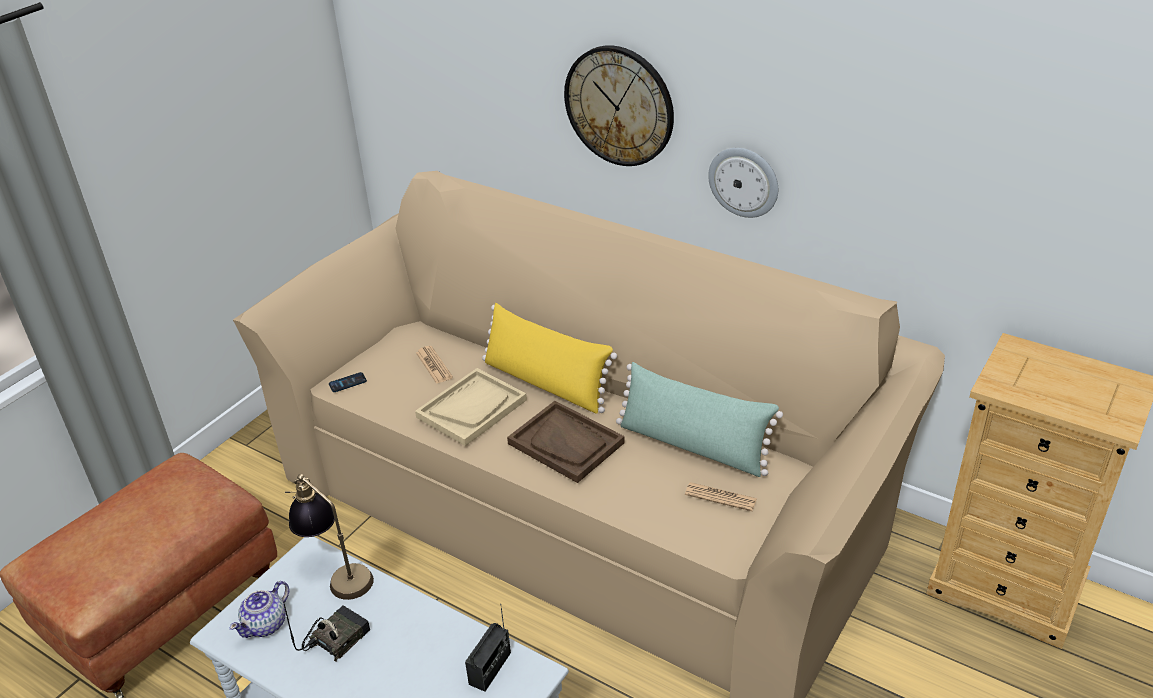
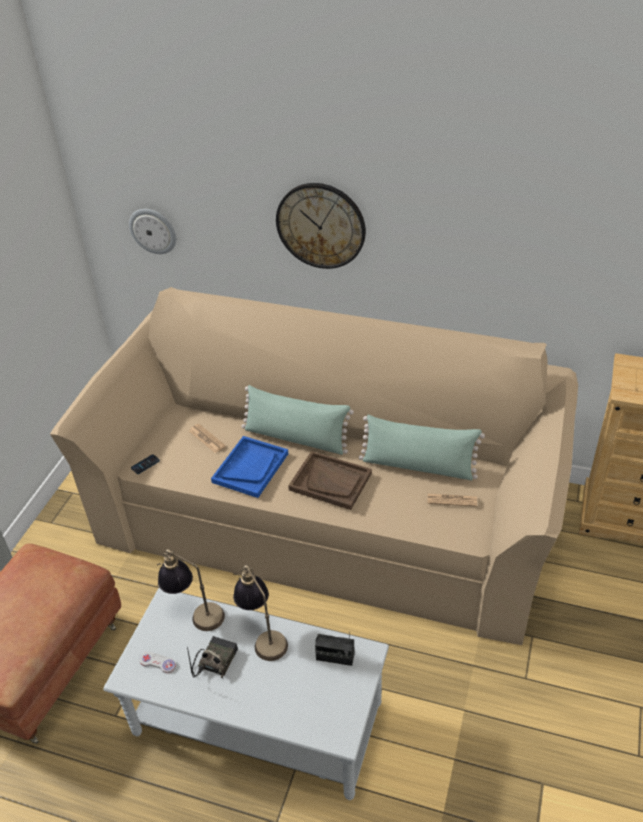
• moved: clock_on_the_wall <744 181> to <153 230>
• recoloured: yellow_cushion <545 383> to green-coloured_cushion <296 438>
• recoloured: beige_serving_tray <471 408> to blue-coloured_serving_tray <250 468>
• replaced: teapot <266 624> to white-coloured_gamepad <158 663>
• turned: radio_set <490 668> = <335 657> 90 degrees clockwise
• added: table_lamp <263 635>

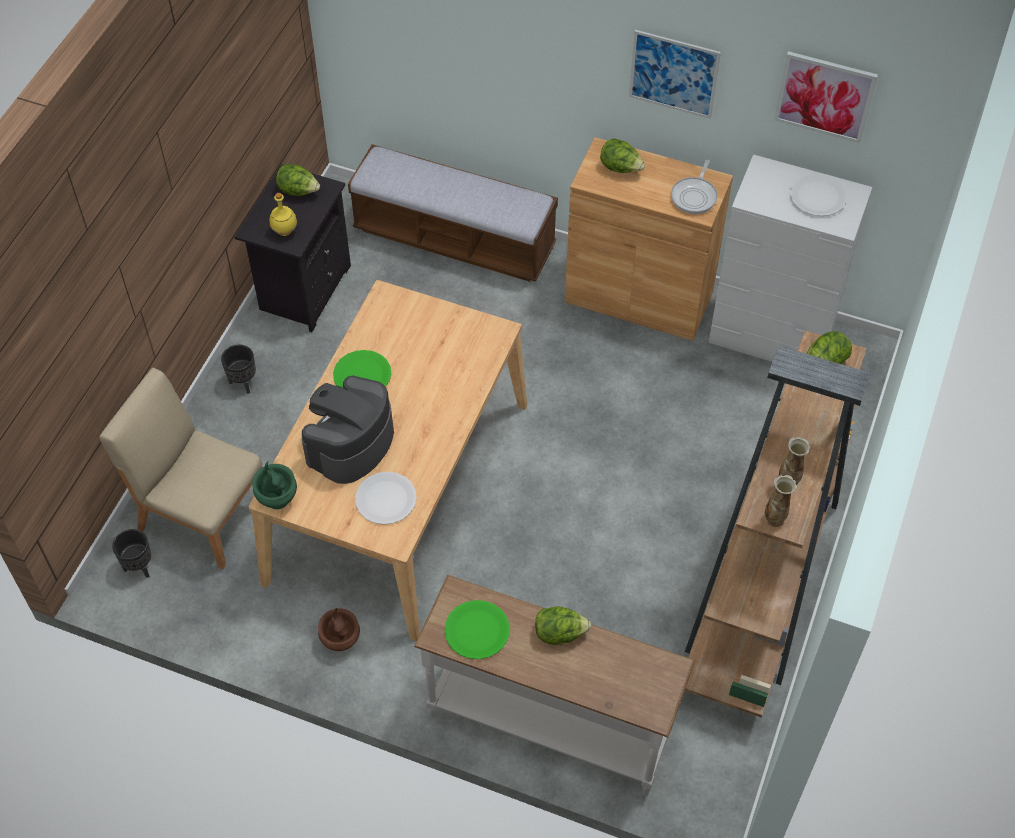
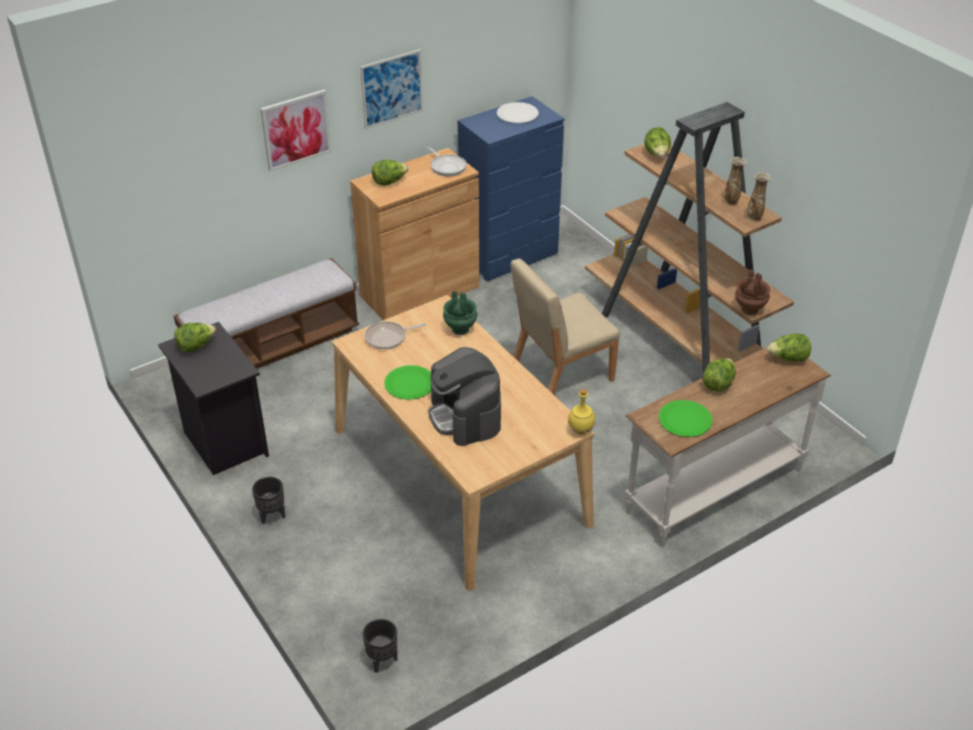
• moved: wall_art <825 96> to <296 130>
• recoloured: white-coloured_drawer_chest <771 335> to blue-coloured_drawer_chest <509 256>
• moved: yellow_drink_bottle <284 231> to <580 431>
• moved: beige_plain_chair <202 514> to <560 373>
• moved: green-coloured_vase <277 499> to <460 329>
• removed: white-coloured_plate <385 499>
• moved: brown-coloured_vase <340 641> to <749 309>
• added: pan <388 338>
• added: lettuce_head <788 359>

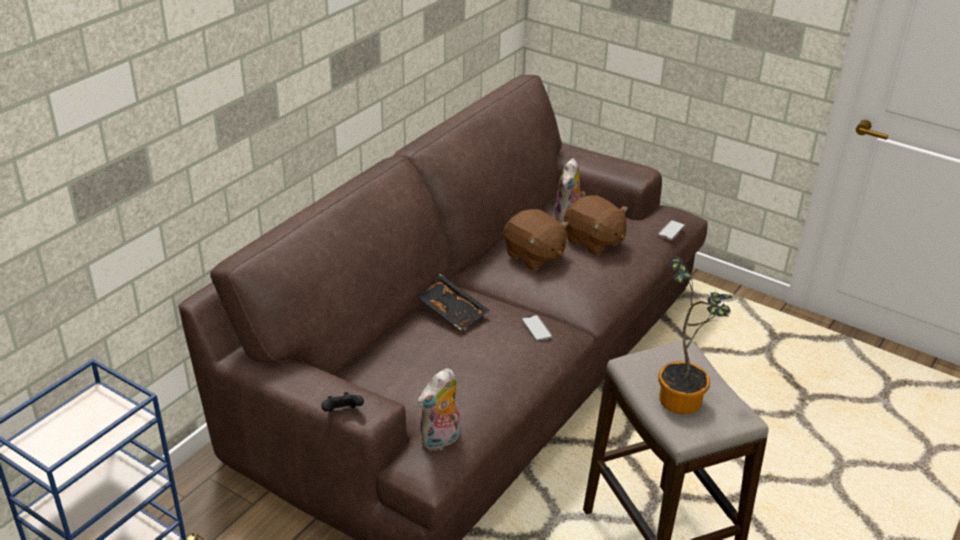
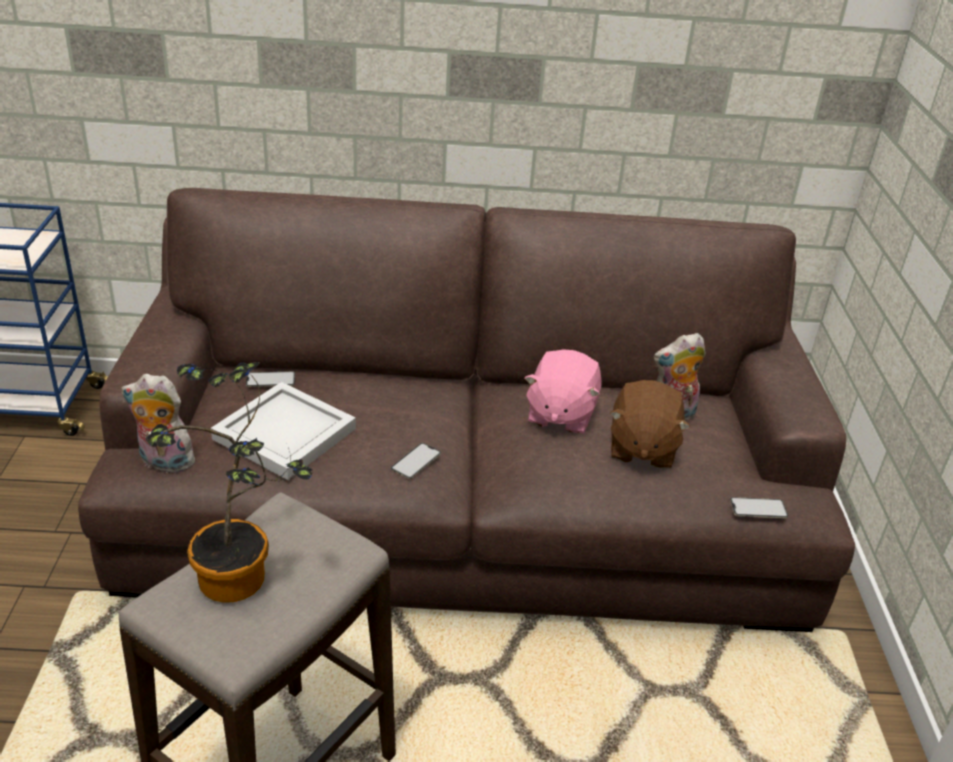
• recoloured: brown-coloured_plush_toy <534 256> to pink-coloured_plush_toy <560 414>
• removed: blackish_serving_tray <451 309>
• removed: blackish_gamepad <342 412>
• added: phone <270 379>
• added: white-coloured_serving_tray <282 434>

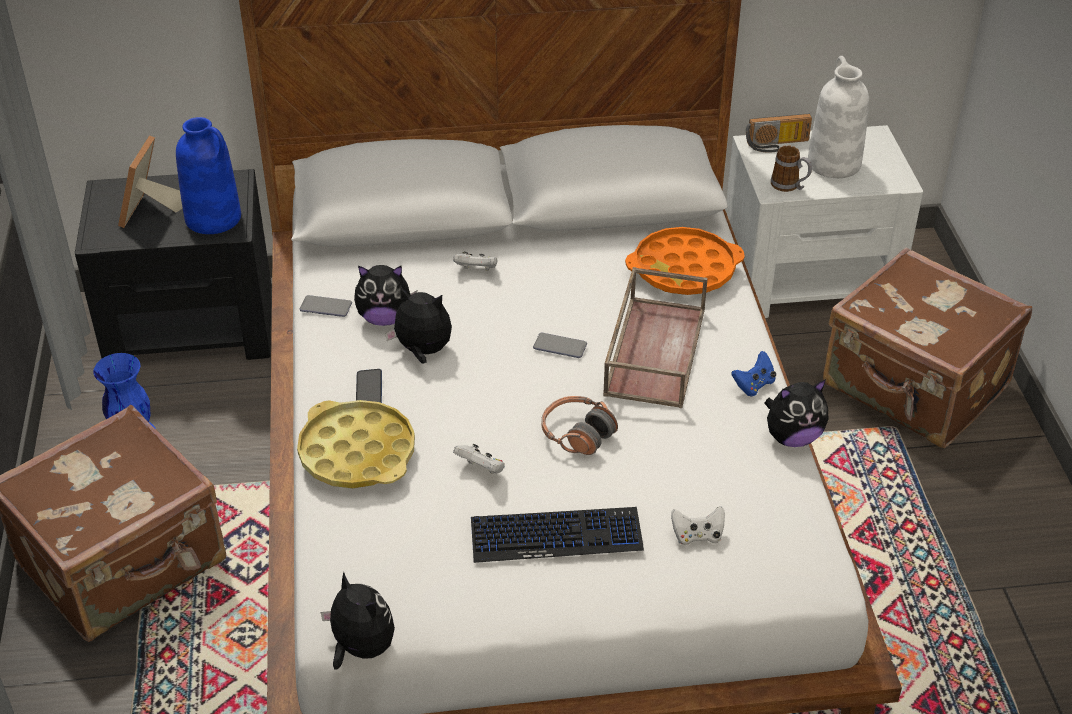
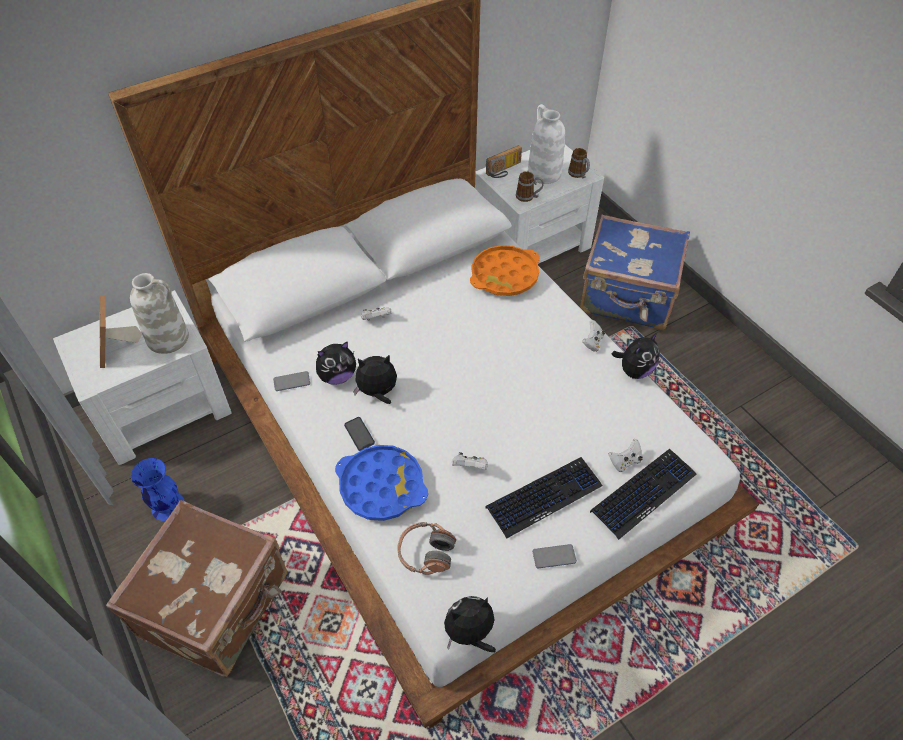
• recoloured: blue-coloured_vase <214 218> to white-coloured_vase <169 338>
• recoloured: blackish_nightstand <192 325> to white-coloured_nightstand <163 408>
• recoloured: brown-coloured_suitcase <914 388> to blue-coloured_suitcase <627 297>
• removed: brown-coloured_serving_tray <653 350>
• moved: phone <560 346> to <554 556>
• recoloured: blue-coloured_gamepad <754 385> to white-coloured_gamepad <592 342>
• moved: headset <577 434> to <426 553>
• recoloured: yellow_serving_tray <357 453> to blue-coloured_serving_tray <382 486>
• turned: plush_toy <360 648> = <470 633> 45 degrees counterclockwise
• added: coffee_mug <579 175>
• added: PC_keyboard <643 493>

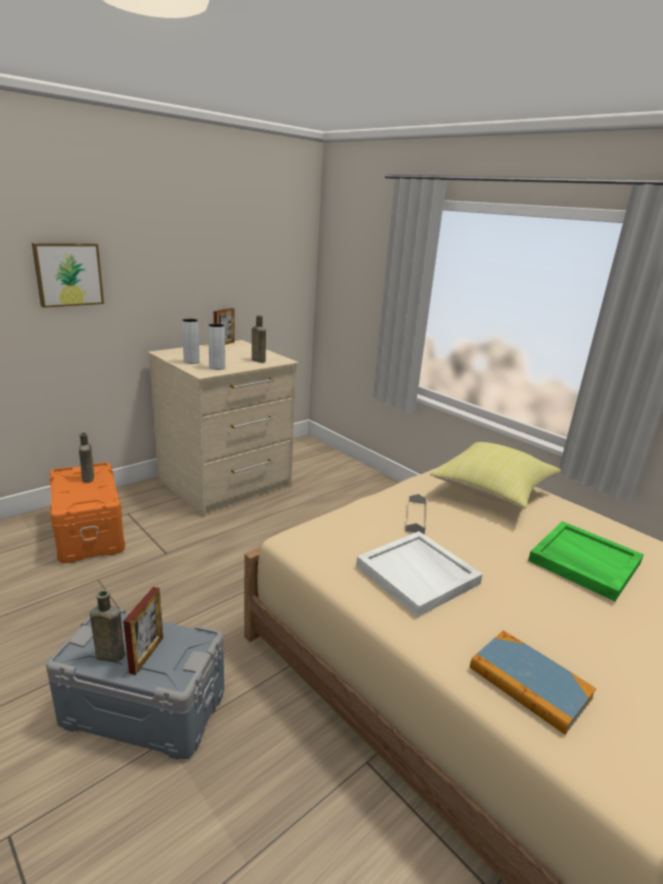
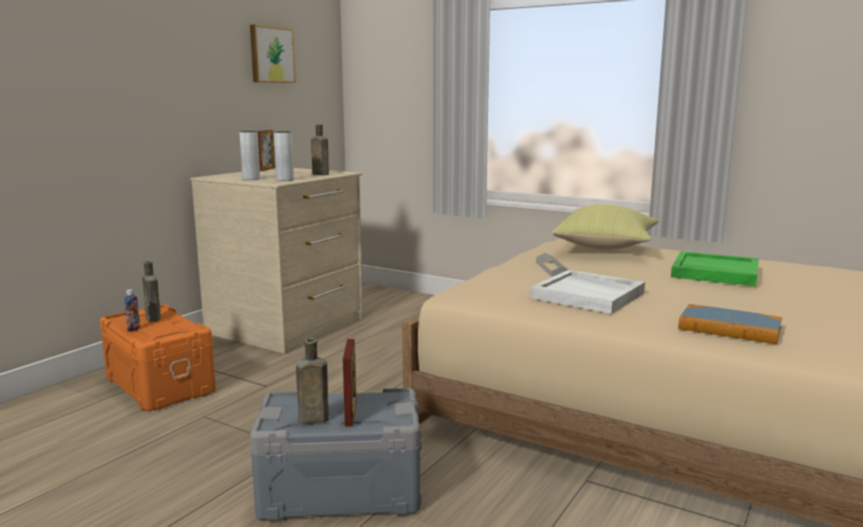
• moved: wall_art <68 274> to <271 55>
• added: drink_bottle <134 329>

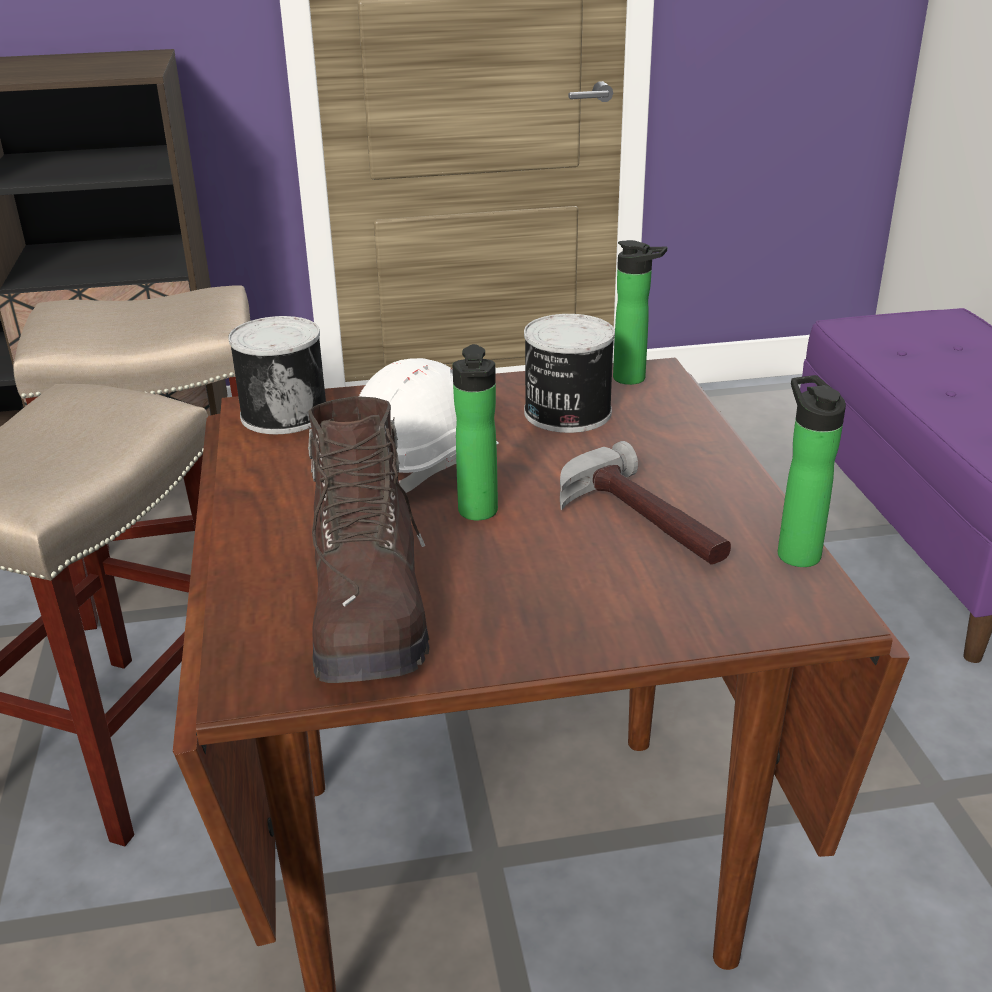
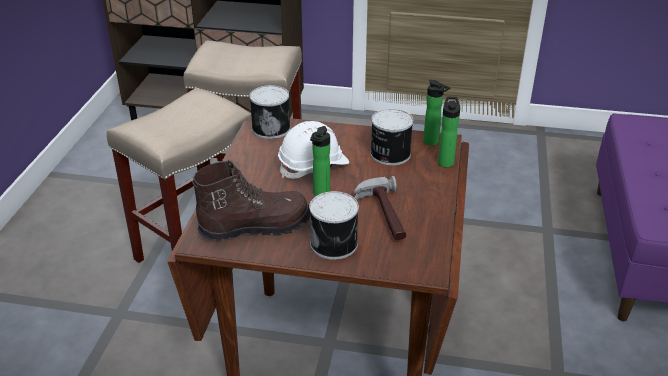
• moved: drink_bottle <795 552> to <445 161>
• turned: brown-coloured_tall_boot <369 612> = <255 226> 120 degrees counterclockwise
• added: can <335 243>

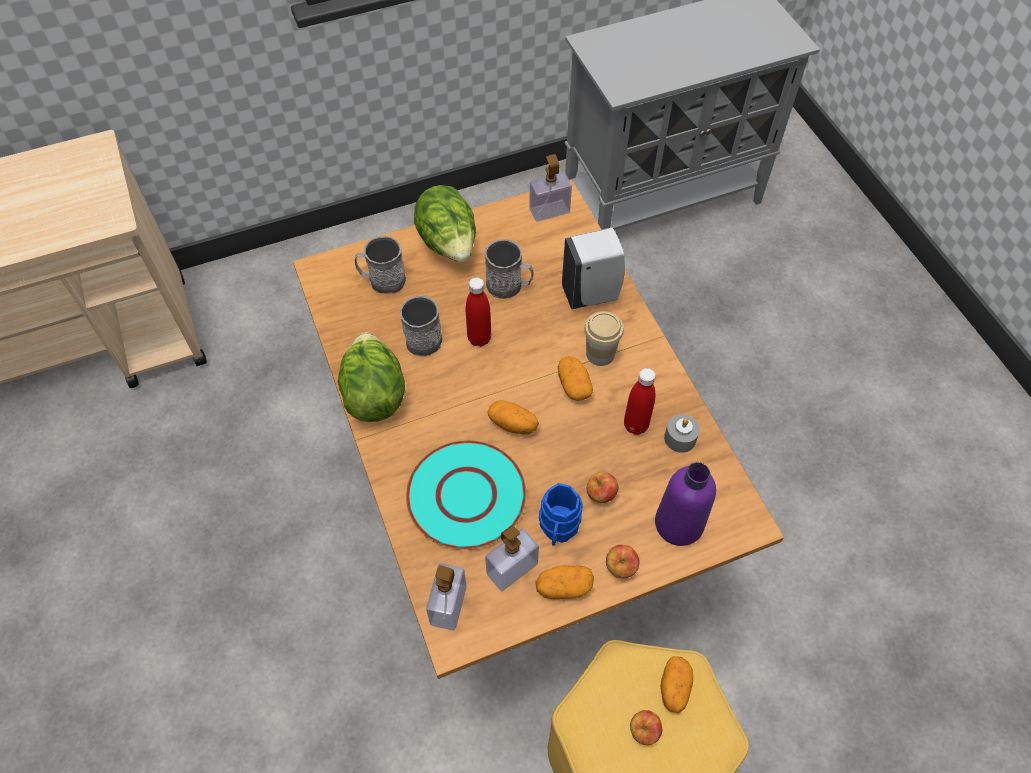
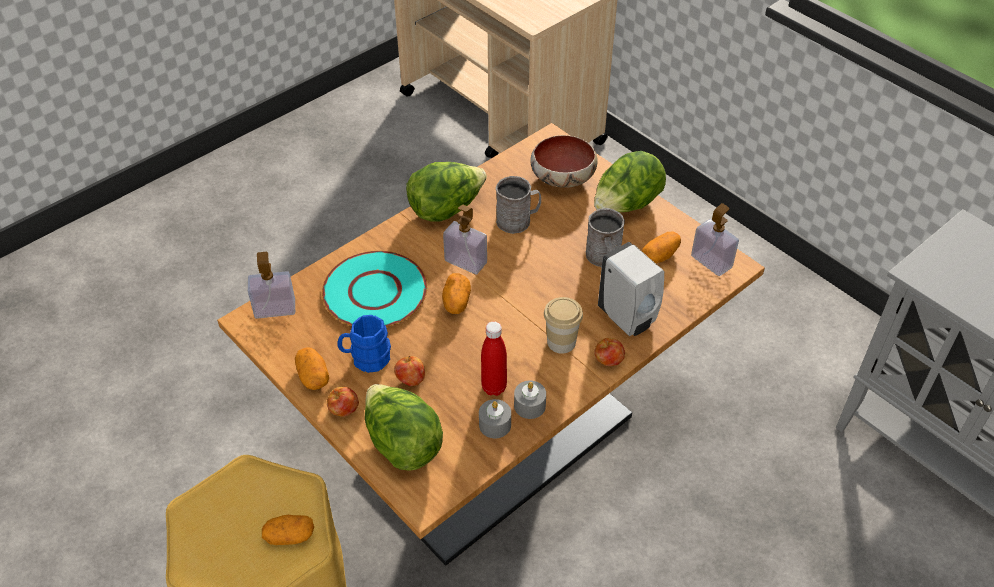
• replaced: grey_coffee_mug <382 280> to bowl <561 178>
• removed: red-coloured_drink_bottle <479 338>
• moved: potato <574 385> to <660 255>
• replaced: purplish_drink_bottle <679 523> to lettuce_head <402 444>
• moved: soap_dispenser <512 569> to <465 262>
• moved: apple <644 730> to <608 361>
• added: grey_wax_light <529 405>

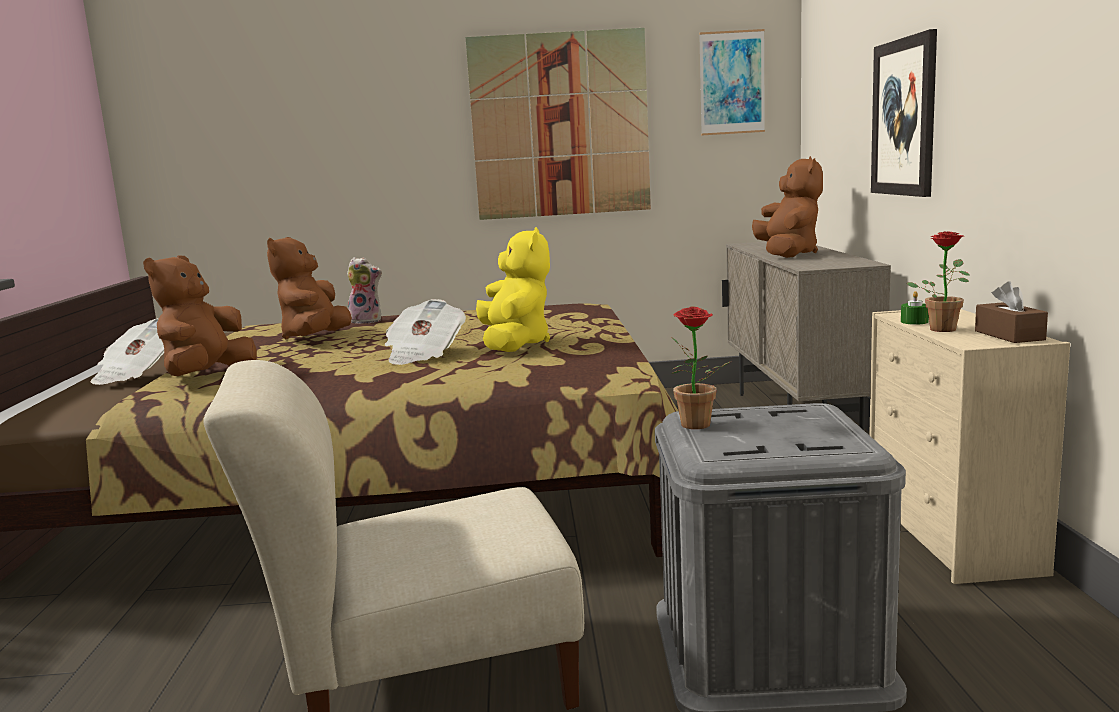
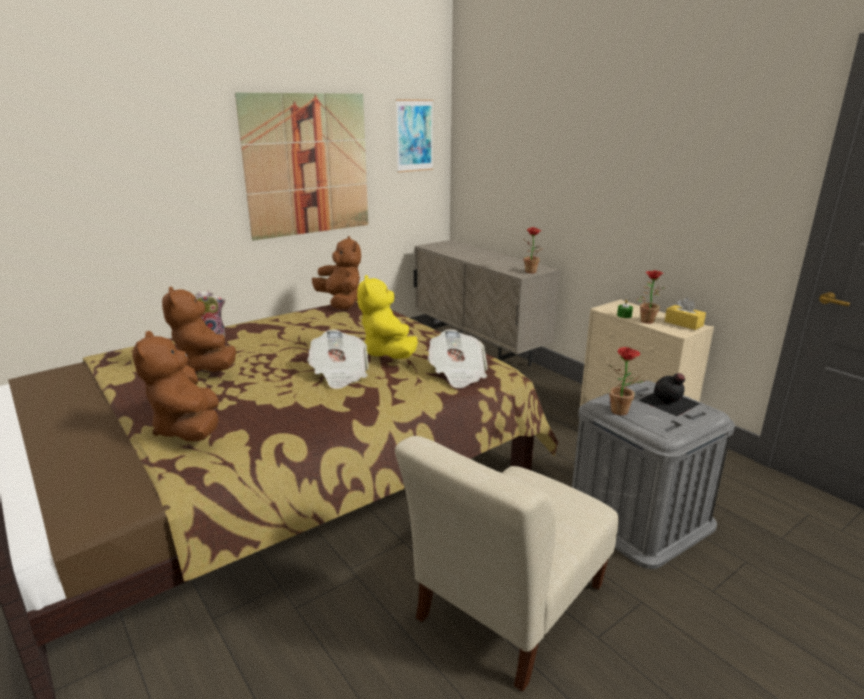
• removed: wall_art <904 117>
• moved: brown-coloured_plush_toy <787 254> to <341 303>
• turned: yellow_plush_toy <514 344> = <388 354> 150 degrees counterclockwise
• recoloured: brown-coloured_tissue_holder <1009 335> to yellow_tissue_holder <683 323>
• moved: daily_paper <137 374> to <457 374>
• added: plant_in_a_pot <532 272>
• added: blackish_drink_bottle <669 402>

